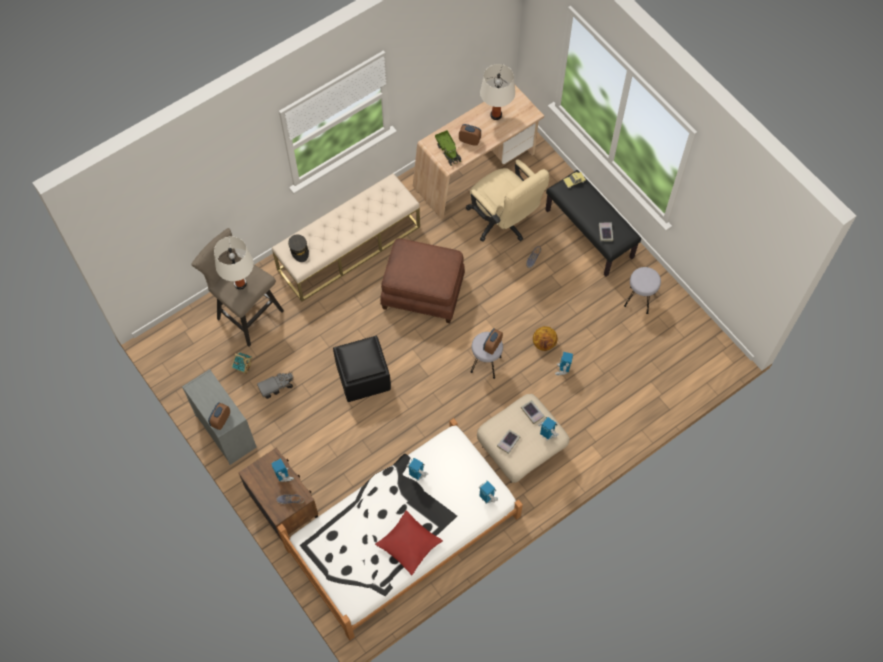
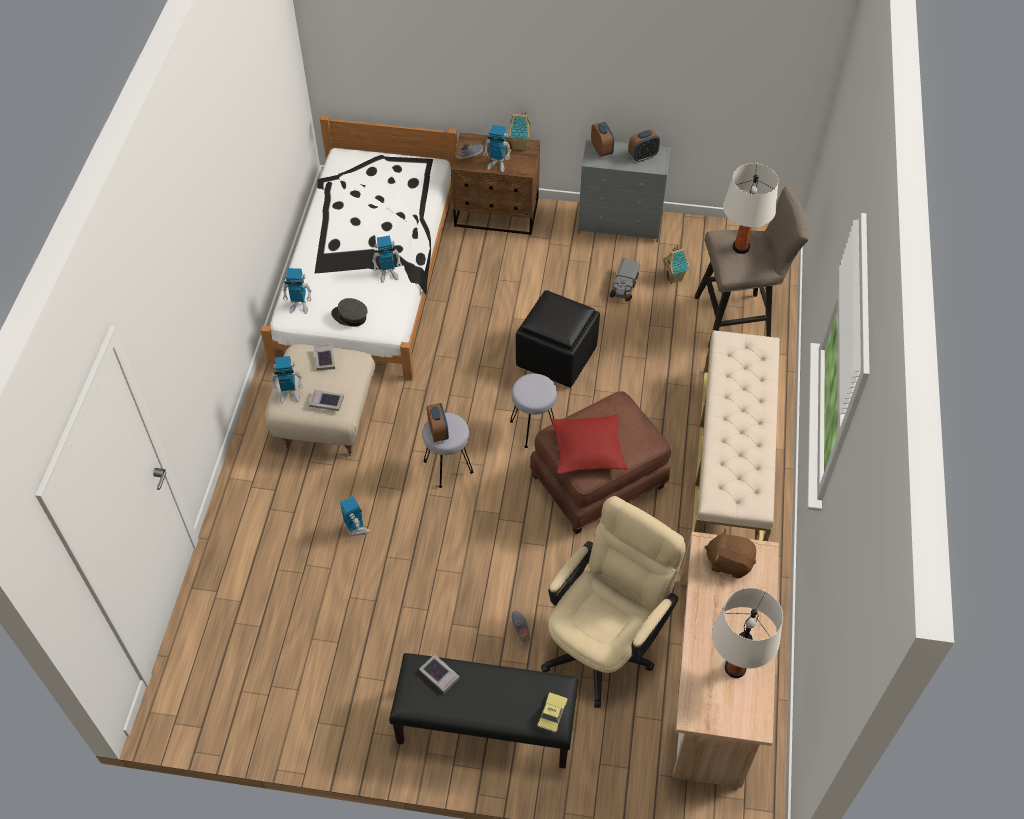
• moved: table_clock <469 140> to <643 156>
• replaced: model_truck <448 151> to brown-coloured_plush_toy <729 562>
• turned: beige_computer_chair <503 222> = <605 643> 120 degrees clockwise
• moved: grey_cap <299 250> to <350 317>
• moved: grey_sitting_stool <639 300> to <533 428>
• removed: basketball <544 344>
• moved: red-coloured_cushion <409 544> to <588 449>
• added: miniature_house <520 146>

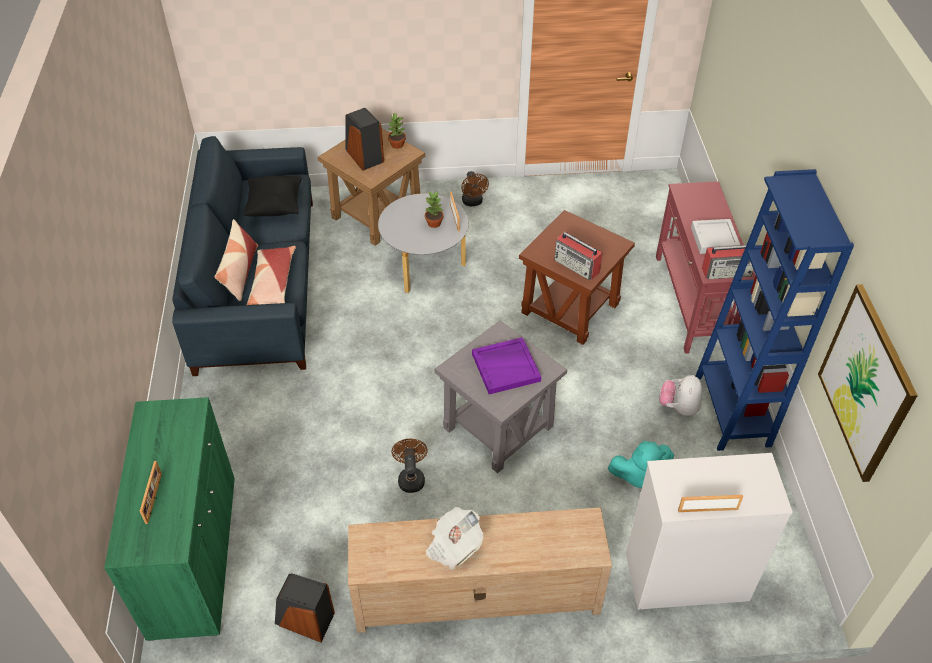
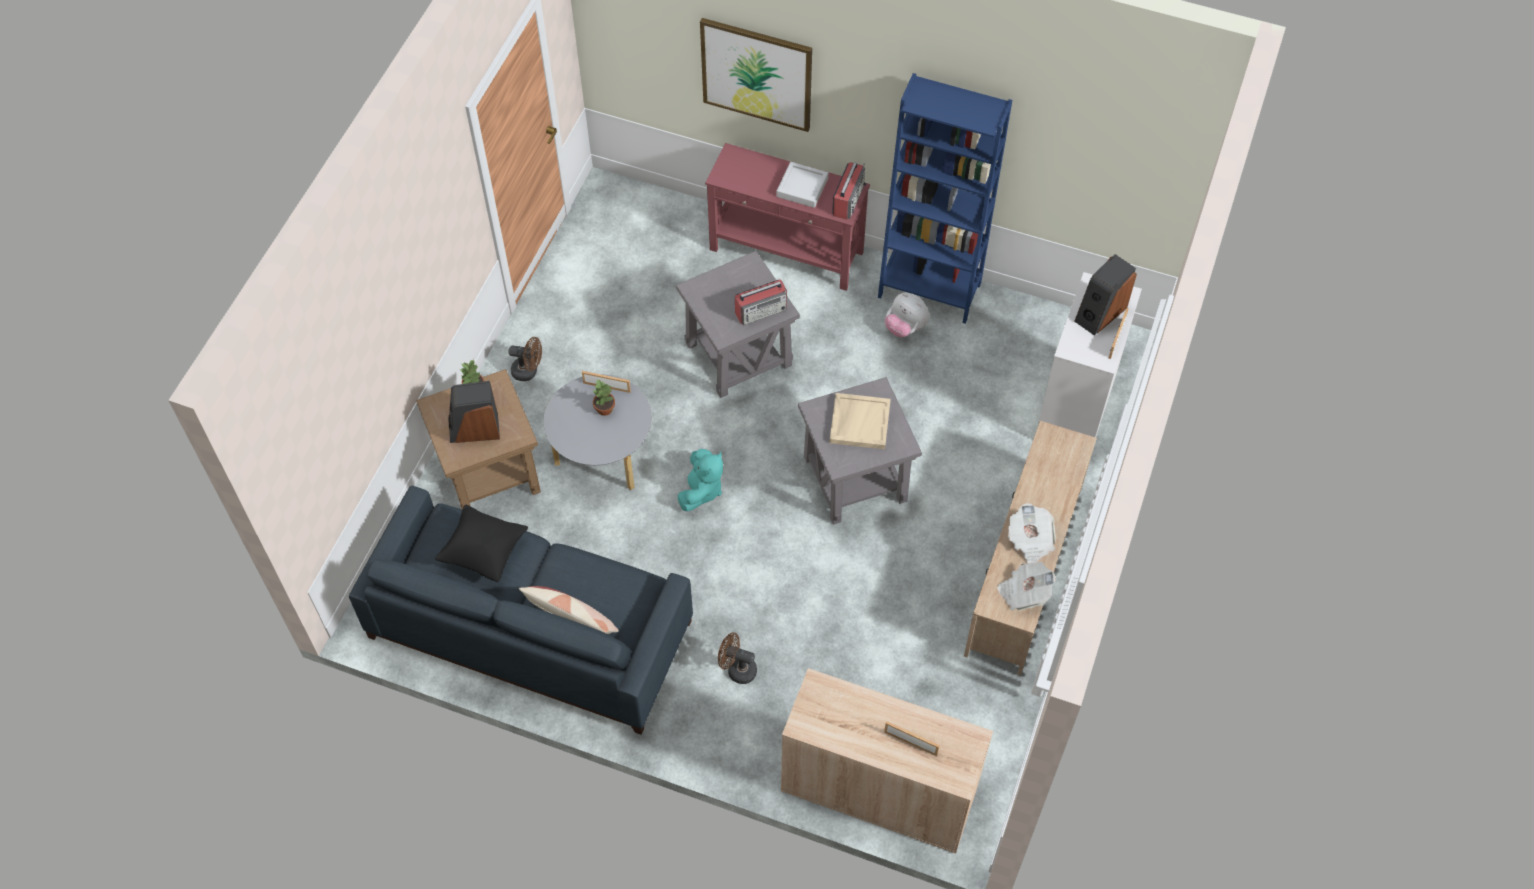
• recoloured: brown-coloured_end_table <571 308> to grey_end_table <739 353>
• removed: cushion <272 284>
• moved: wall_art <866 383> to <757 74>
• recoloured: purplish_serving_tray <506 367> to beige_serving_tray <859 422>
• recoloured: green-coloured_cabinet <194 556> to beige_cabinet <879 790>
• moved: brown-coloured_electric_fan <411 477> to <737 669>
• moved: turquoise_plush_toy <639 475> to <701 490>
• moved: loudspeaker <304 620> to <1100 313>
• added: daily_paper <1024 592>

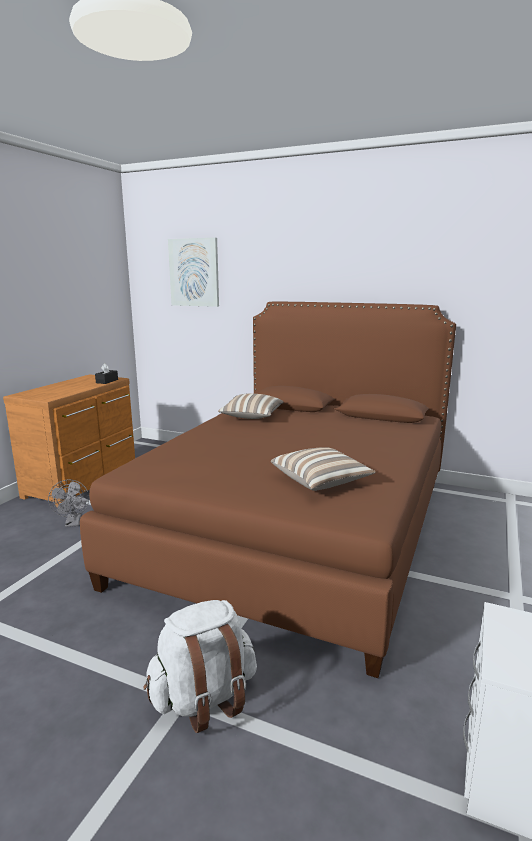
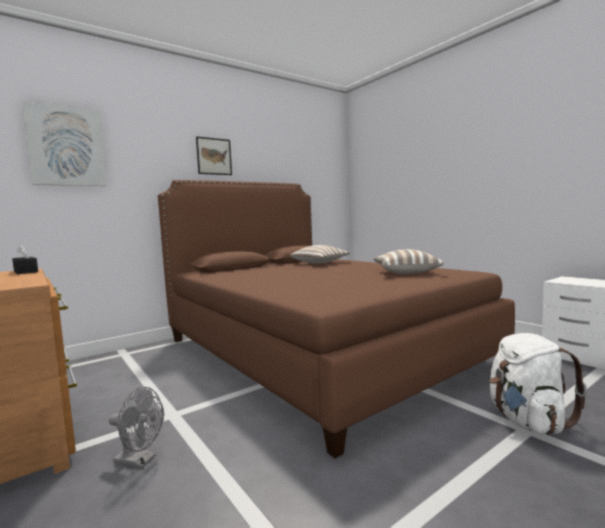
• moved: cushion <251 417> to <320 263>
• added: wall_art <214 156>

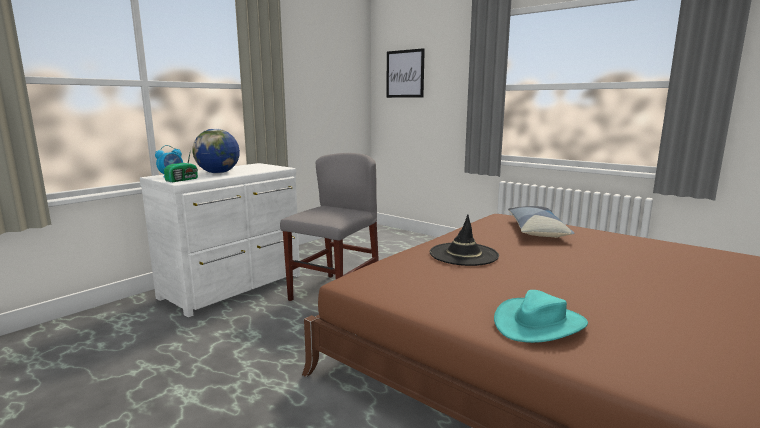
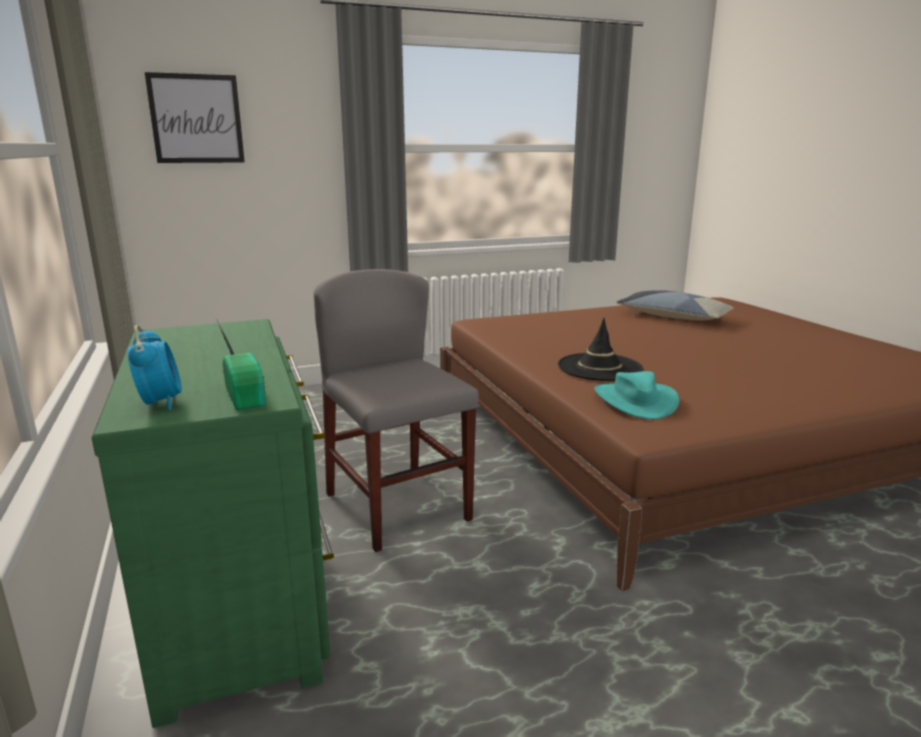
• removed: world_globe <218 173>
• recoloured: white-coloured_drawer_chest <235 287> to green-coloured_drawer_chest <243 597>
• moved: cushion <537 230> to <673 317>
• moved: turquoise_wearable_hat <539 323> to <635 401>

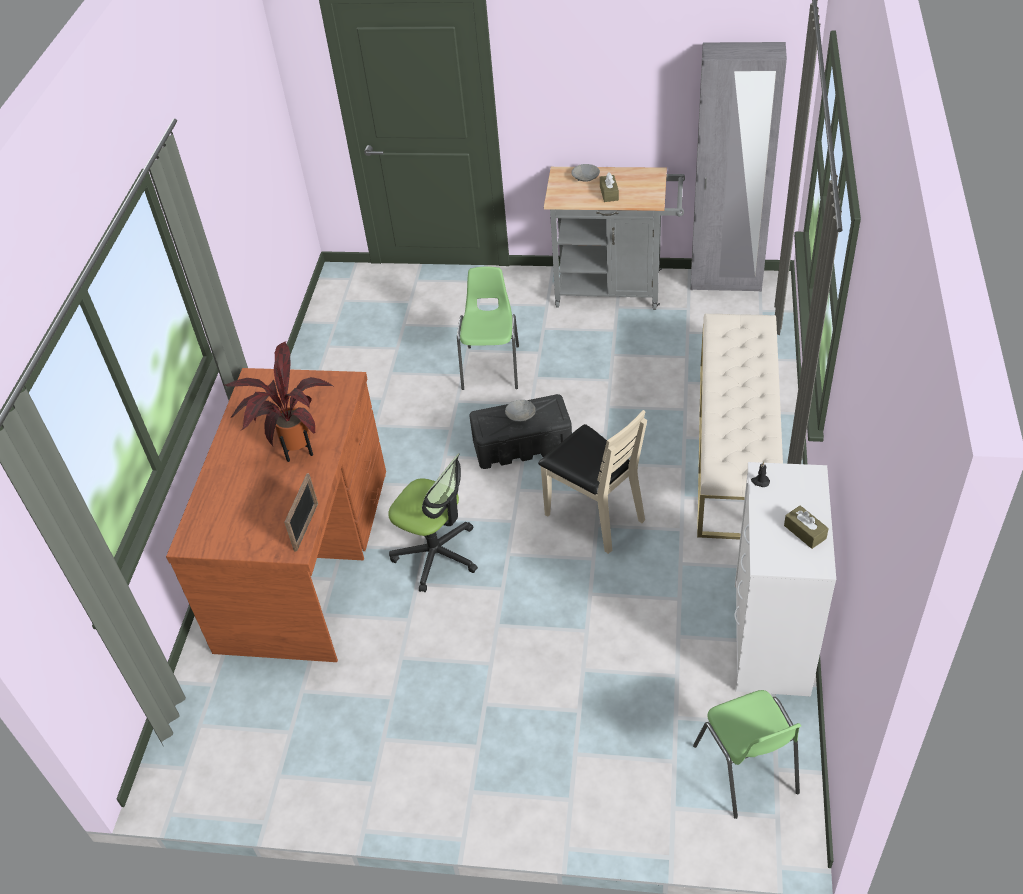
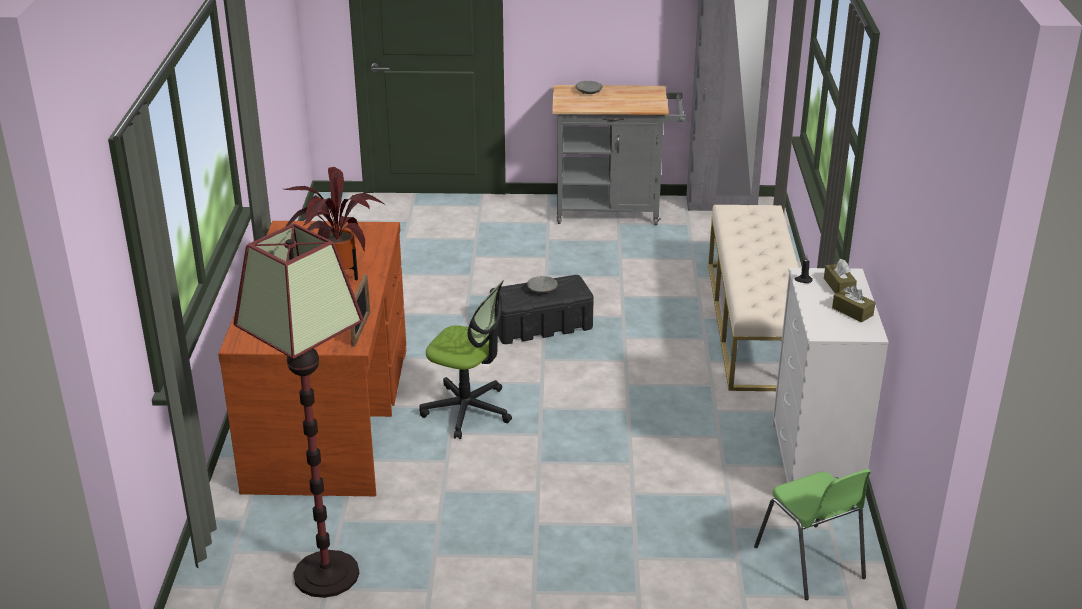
• moved: brown-coloured_tissue_holder <609 193> to <839 286>
• removed: green-coloured_plain_chair <492 367>
• removed: beige_plain_chair <594 515>
• added: standard_lamp <327 574>

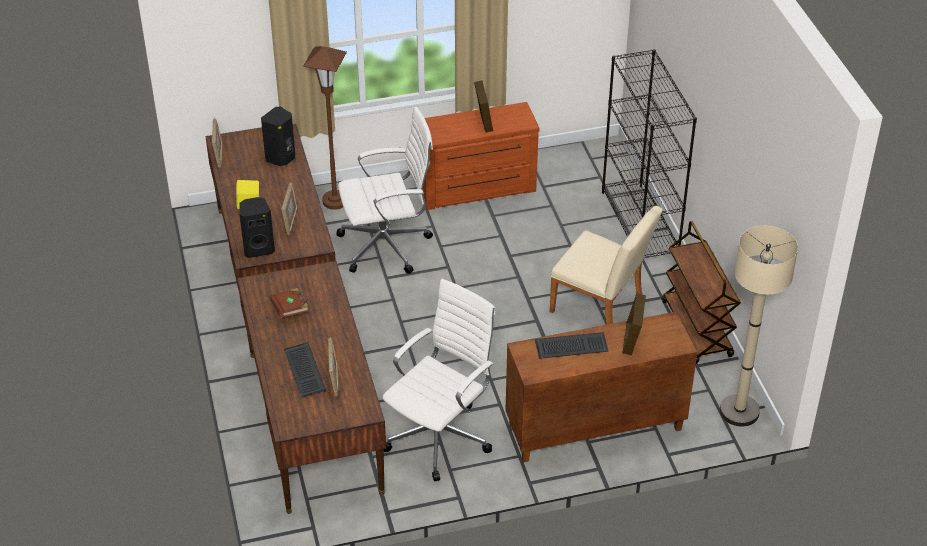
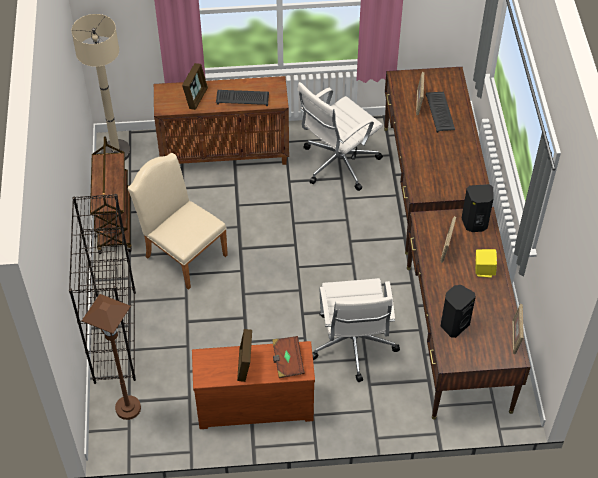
• moved: brown-coloured_standard_lamp <335 201> to <128 408>
• turned: white-coloured_computer_chair <387 245> = <353 345> 90 degrees counterclockwise
• moved: brown-coloured_volume <290 310> to <287 361>

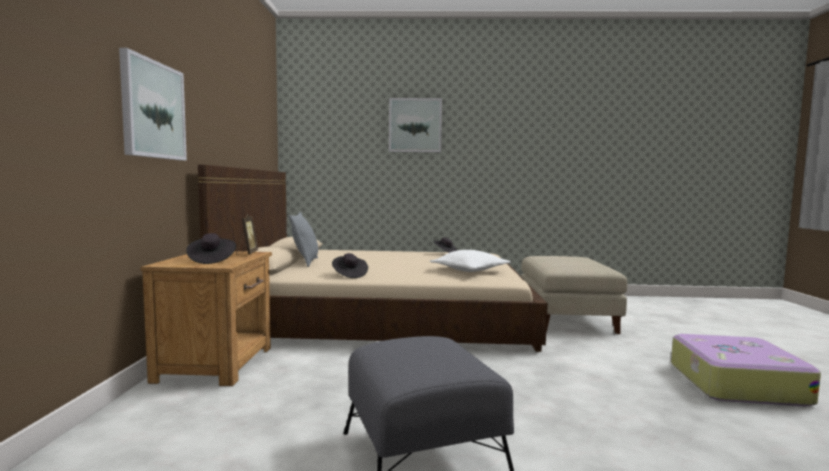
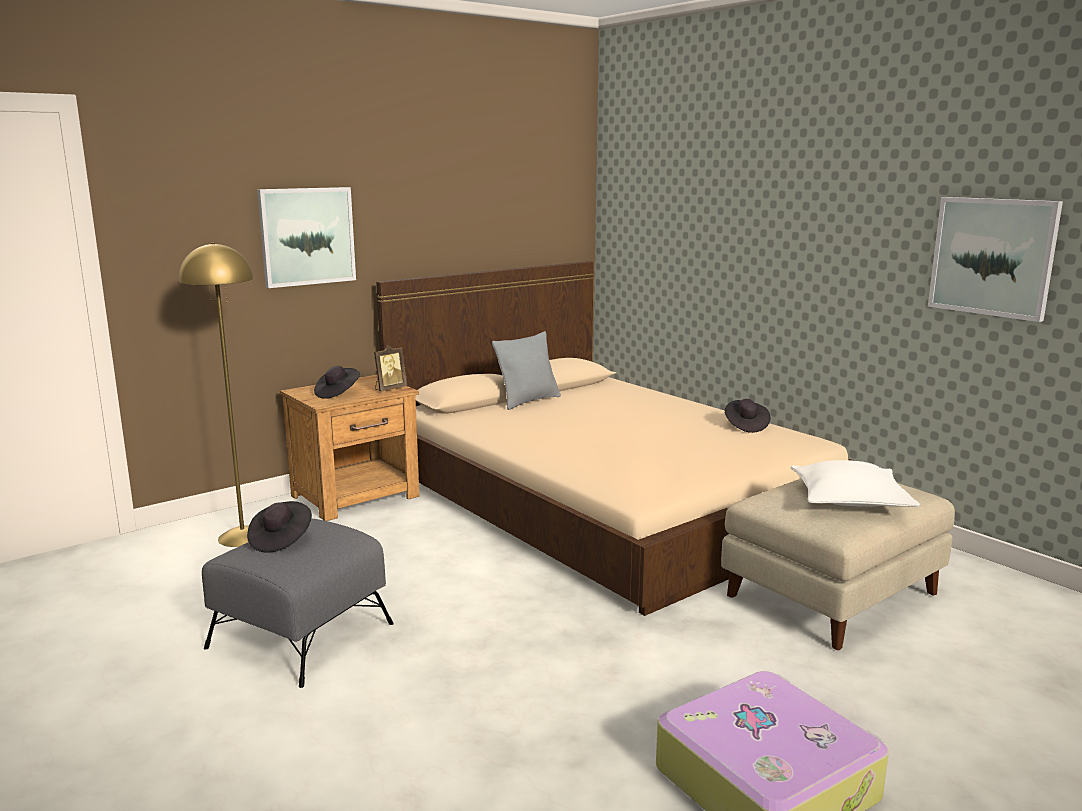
• moved: wall_art <415 125> to <993 257>
• moved: white-coloured_cushion <470 270> to <850 500>
• moved: blackish_wearable_hat <349 275> to <280 540>
• added: yellow_standard_lamp <243 536>

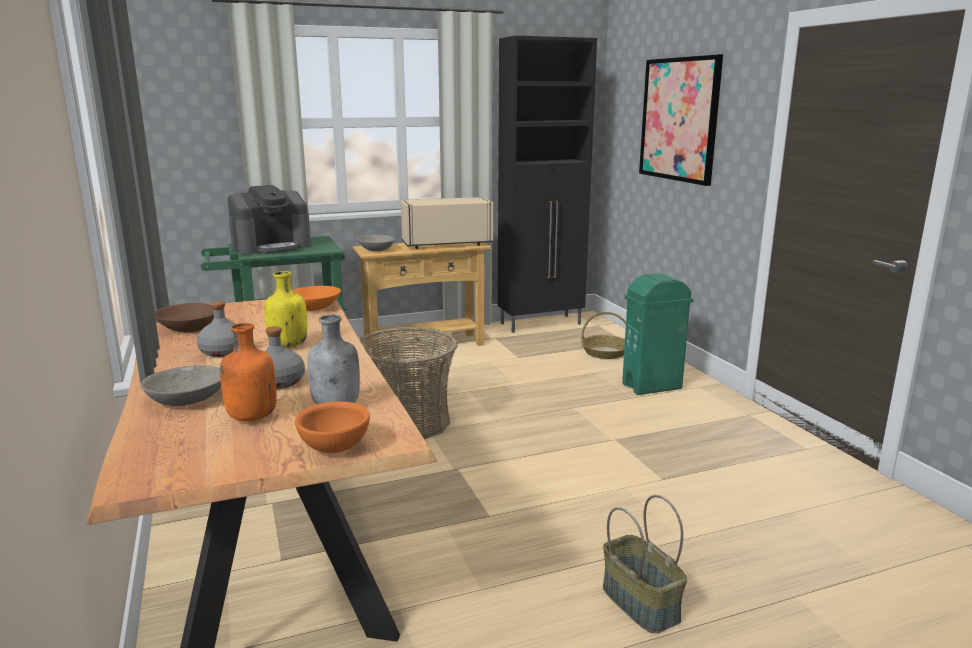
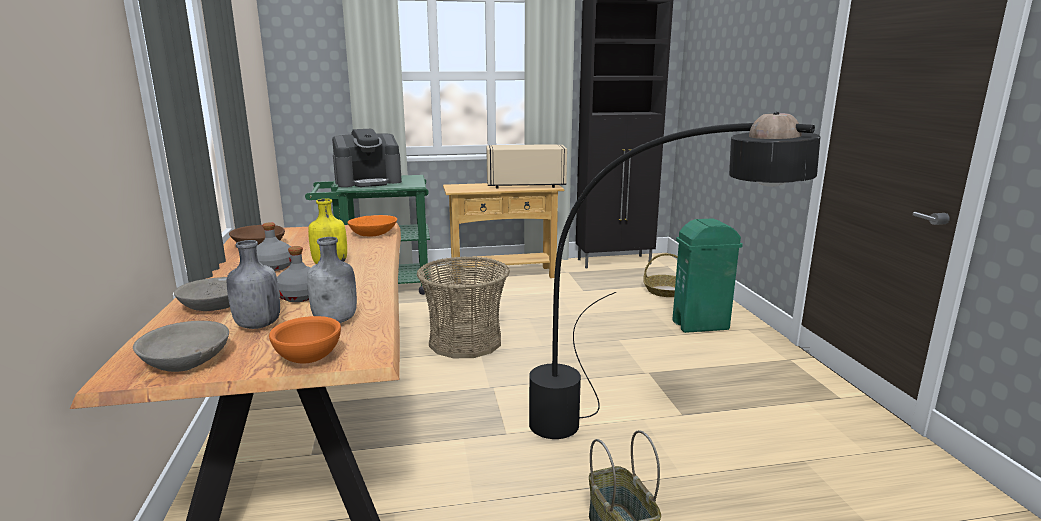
• removed: wall_art <679 119>
• moved: grey_bowl <376 249> to <186 360>
• recoloured: orange-coloured_drink_bottle <251 417> to grey_drink_bottle <257 325>
• added: blackish_standard_lamp <620 438>

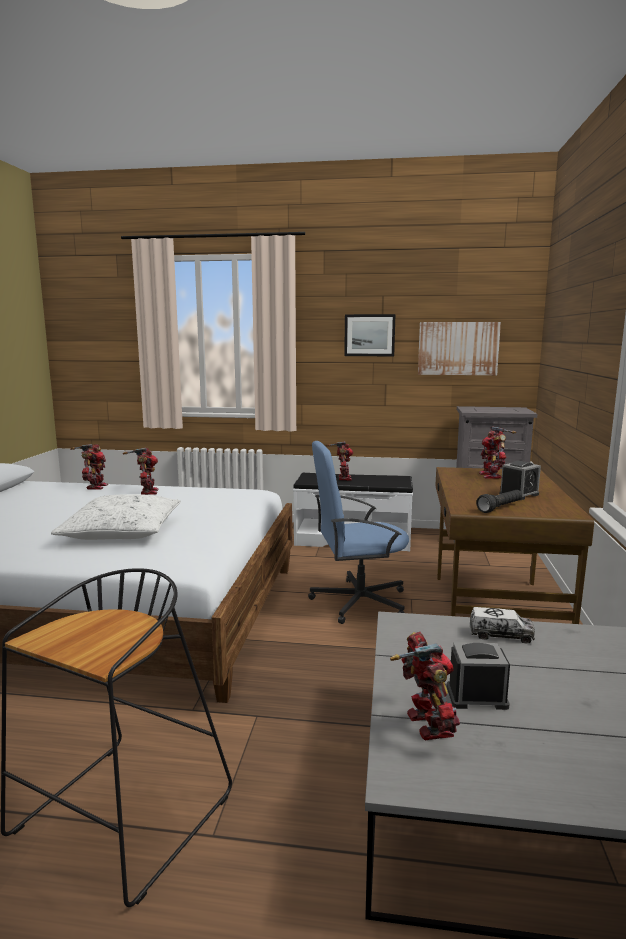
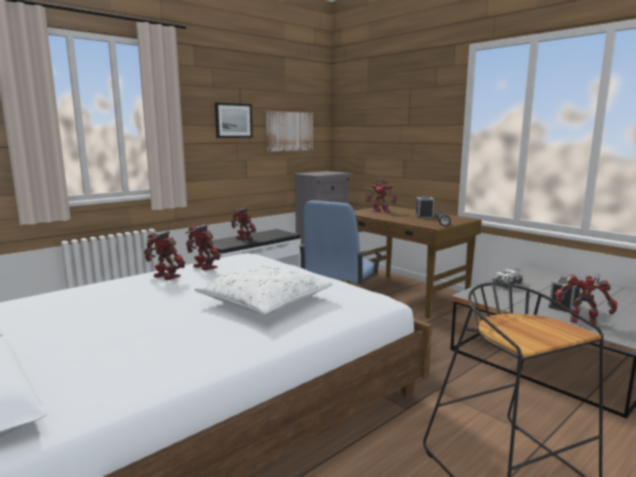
• moved: robot_figure <95 487> to <203 267>

